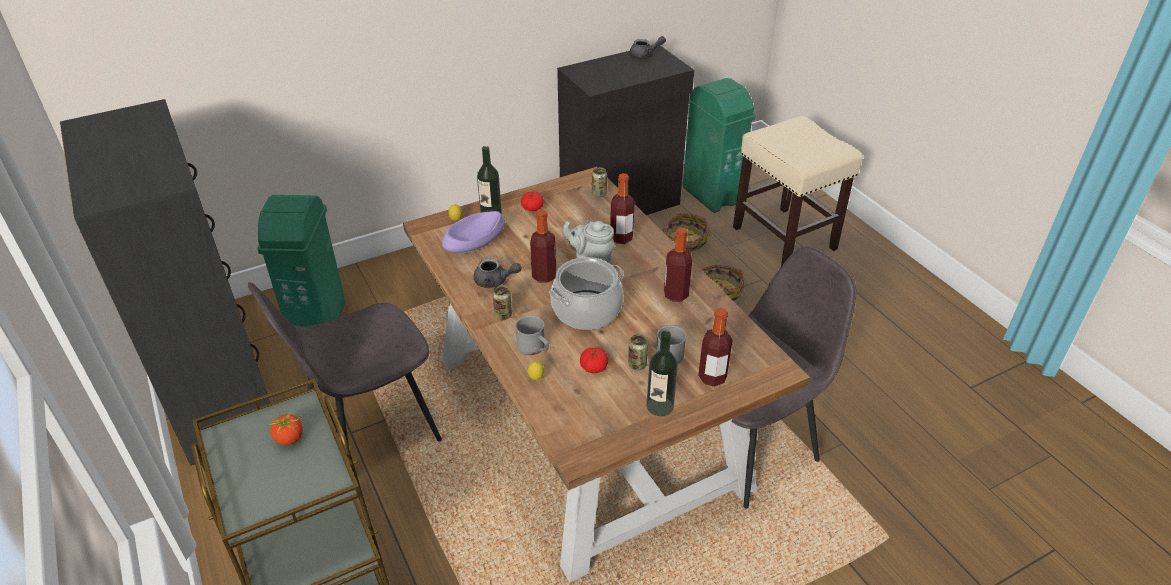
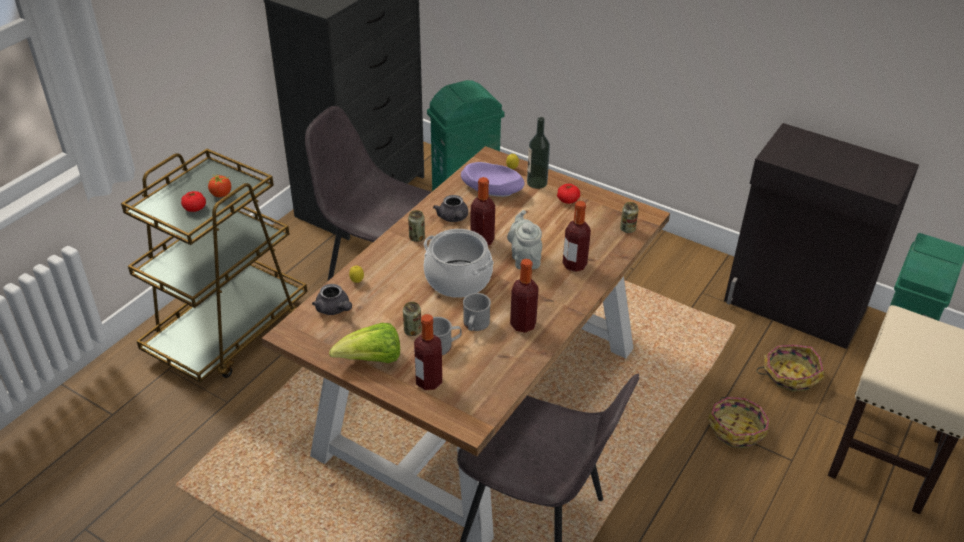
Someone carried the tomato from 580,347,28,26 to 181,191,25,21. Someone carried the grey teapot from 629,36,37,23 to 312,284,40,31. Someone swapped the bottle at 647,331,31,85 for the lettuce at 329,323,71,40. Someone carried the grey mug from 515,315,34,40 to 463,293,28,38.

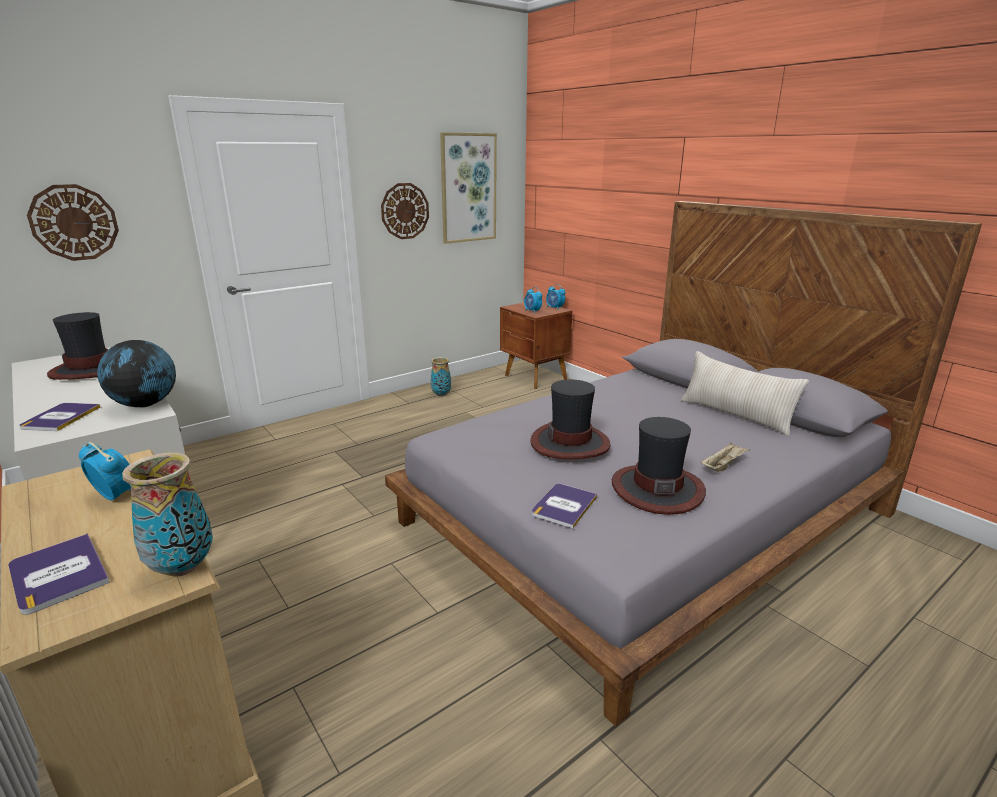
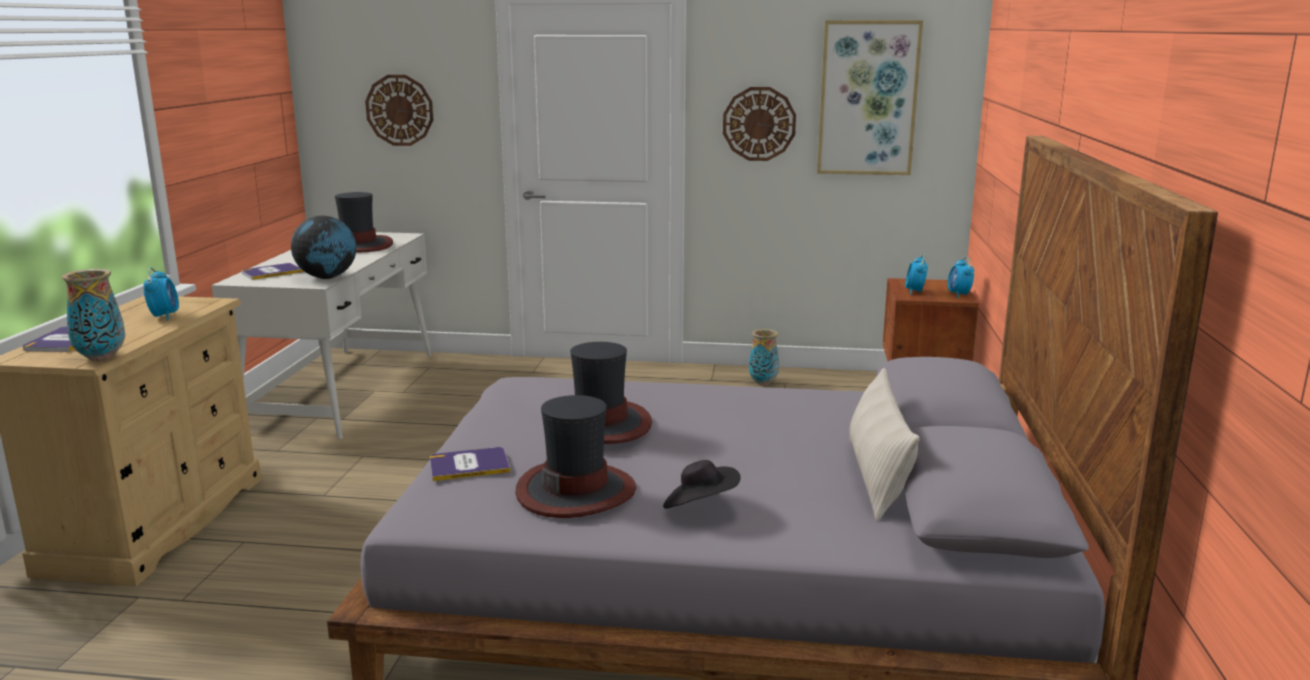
Someone swapped the beige tray at 700,442,50,30 for the black hat at 663,460,78,49.

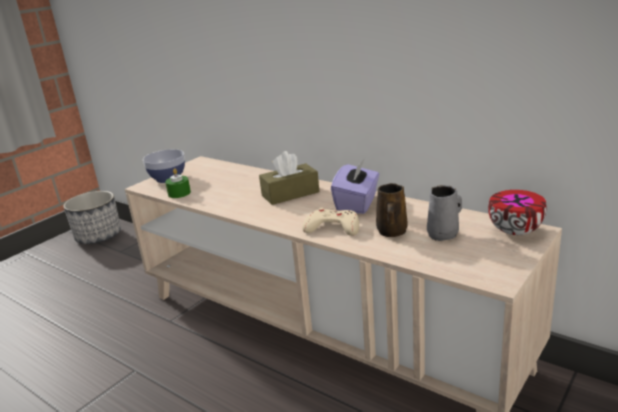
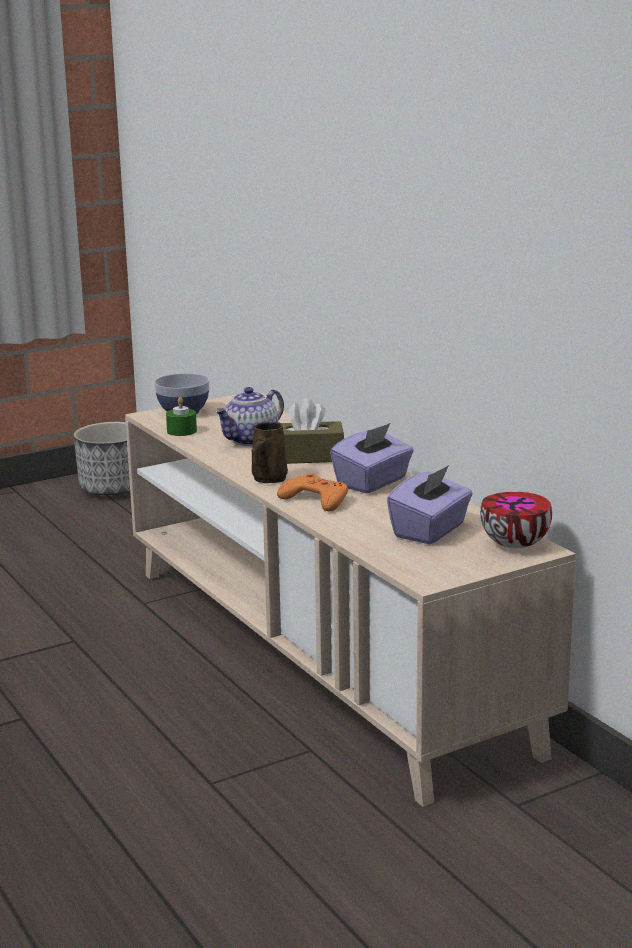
Someone put down the teapot at 214,387,70,59. Someone carried the brown mug from 376,183,32,54 to 252,422,36,61. Someone repainted the beige game controller at 302,208,57,28, which became the orange game controller at 277,473,71,38. Someone swapped the grey mug at 427,185,35,56 for the purple tissue box at 387,465,86,79.

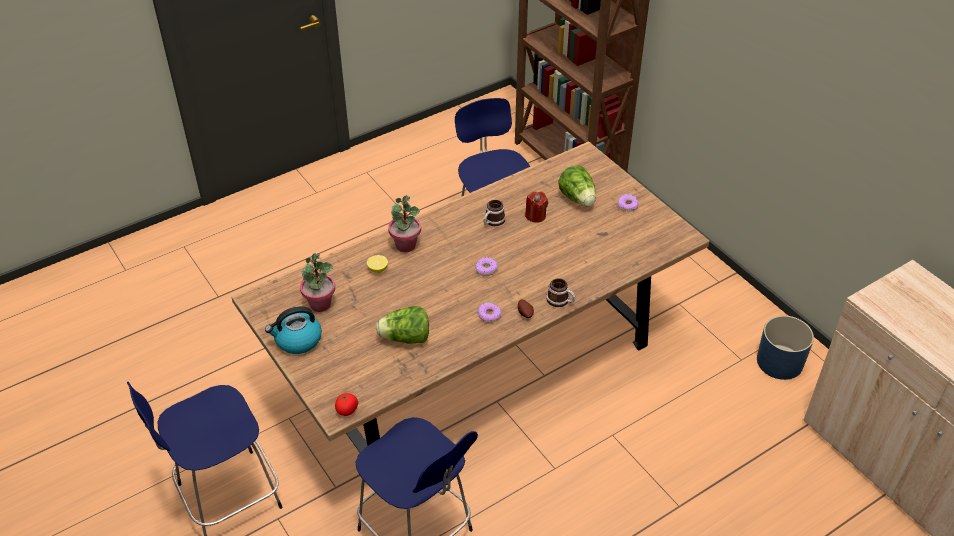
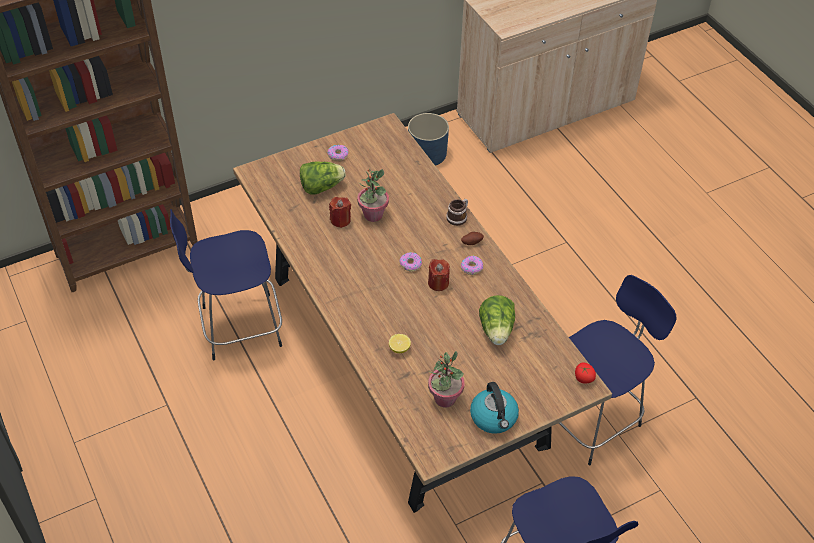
Someone carried the potted plant from 388,195,33,57 to 357,169,32,53. Someone put down the red candle at 428,259,22,32. Someone took away the mug at 484,200,22,26.

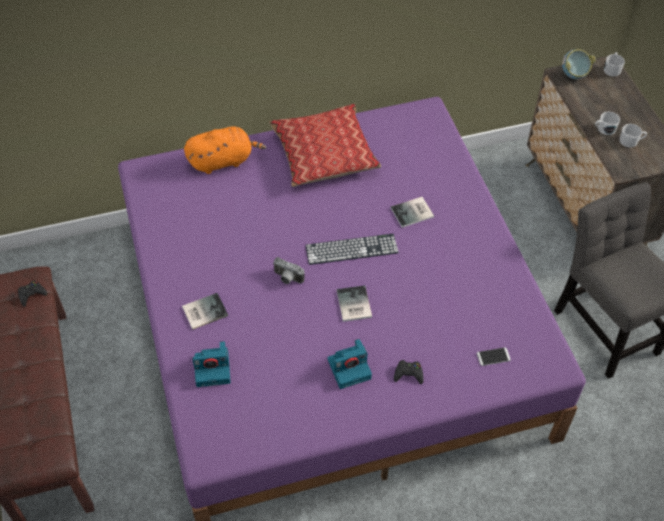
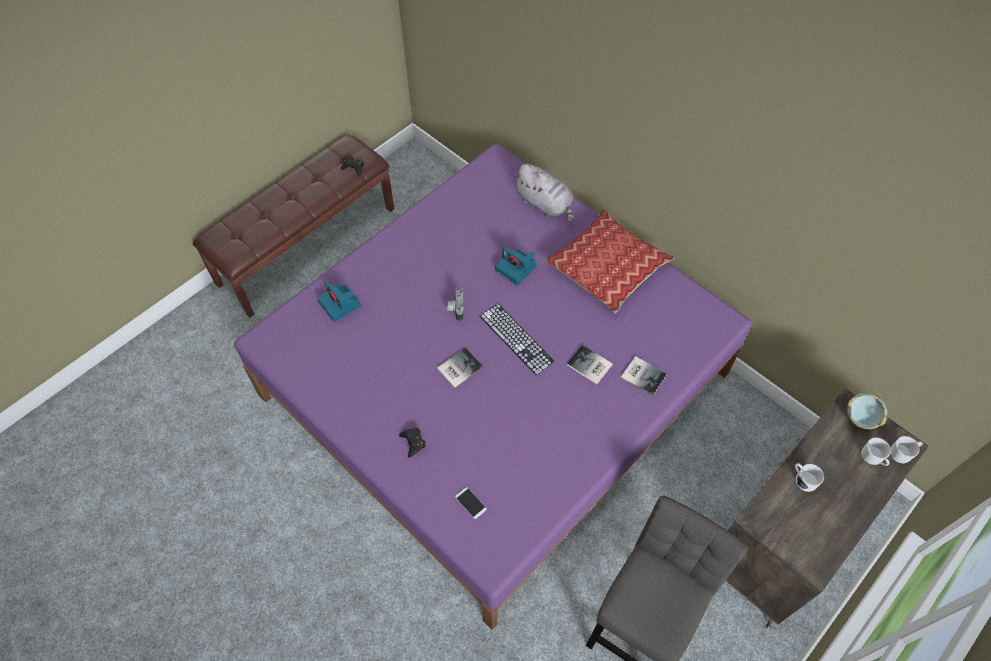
Someone carried the photo camera from 328,339,44,50 to 495,247,42,38. Someone repainted the orange plush toy at 184,126,83,48, which became the grey plush toy at 514,164,59,58. Someone carried the book from 182,293,46,37 to 621,356,46,40. Someone carried the white mug from 619,124,28,24 to 861,438,30,28.

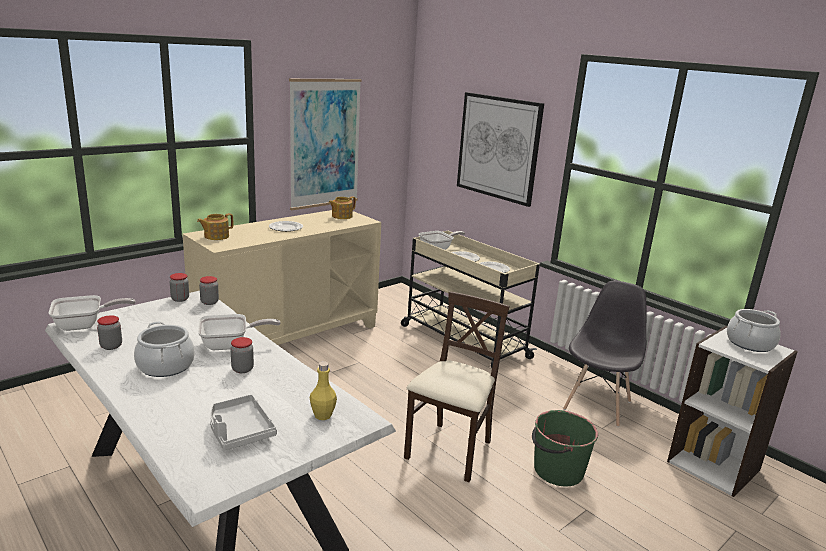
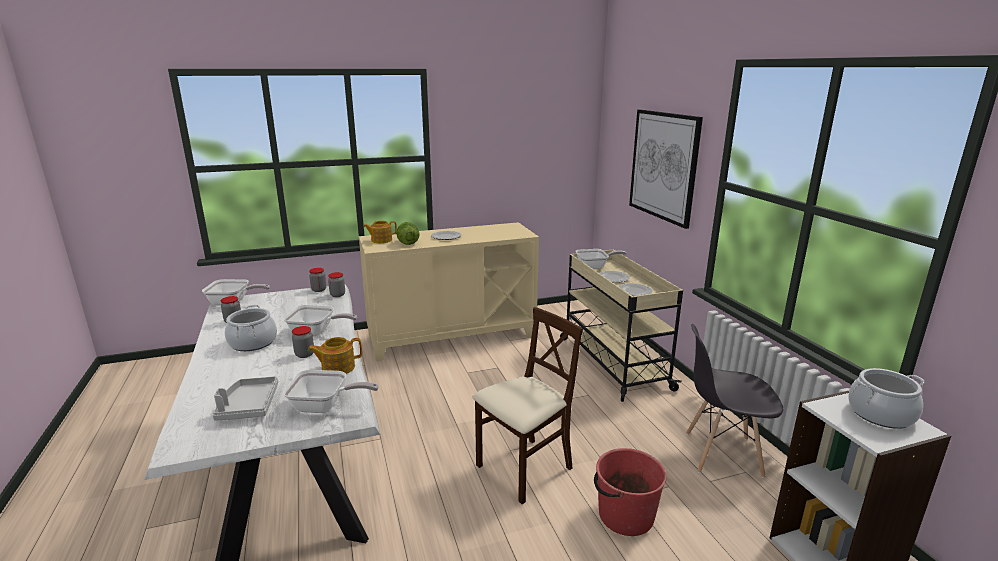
Someone swapped the yellow bottle at 310,361,27,59 for the frying pan at 283,370,96,43. Someone carried the teapot from 329,196,27,23 to 308,337,54,37. Someone put down the lettuce at 396,222,24,23. Someone repainted the green bucket at 532,410,66,77, which became the red bucket at 594,448,73,88. Someone rotated the grey chair at 563,281,84,146 by 135 degrees counterclockwise. Someone took away the picture at 289,79,73,131.

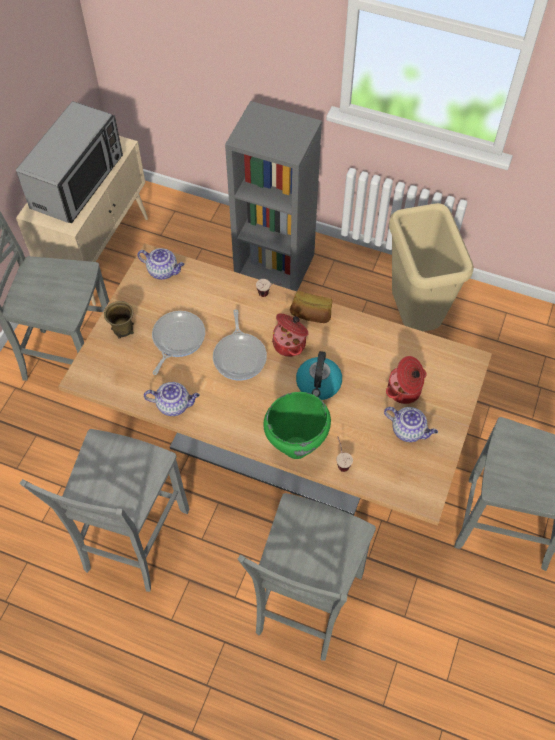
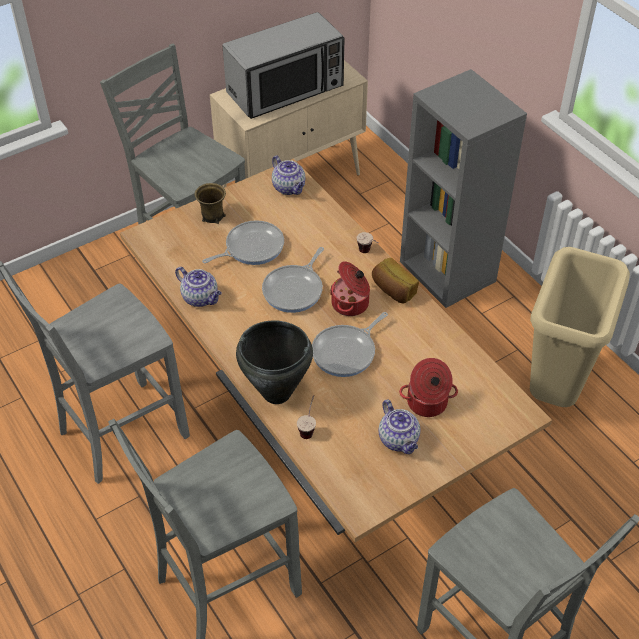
Someone repainted the green cooking pot at 263,392,68,67, which became the black cooking pot at 236,320,77,84. Someone swapped the kettle at 296,351,46,49 for the frying pan at 312,312,76,65.

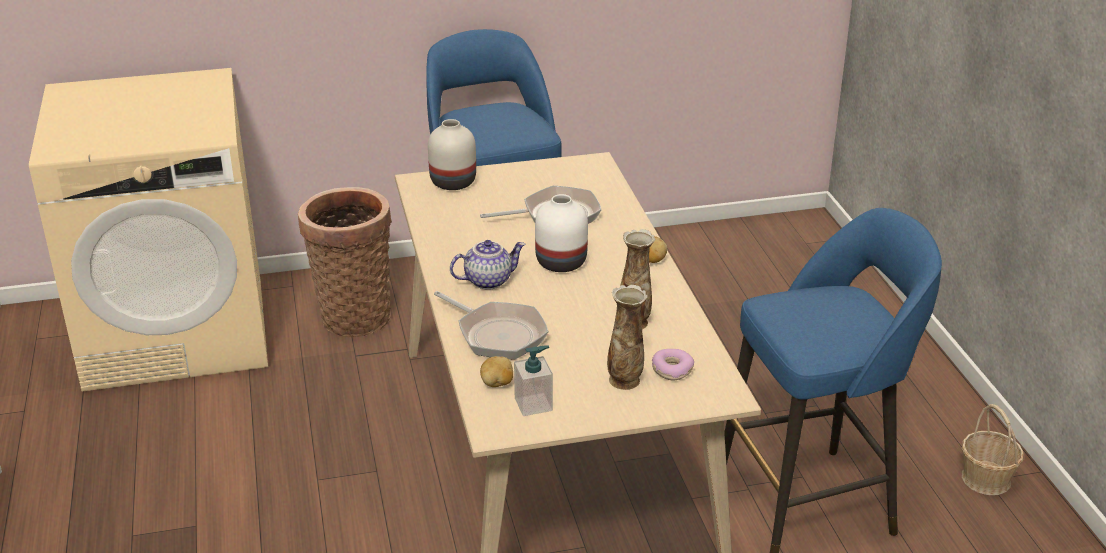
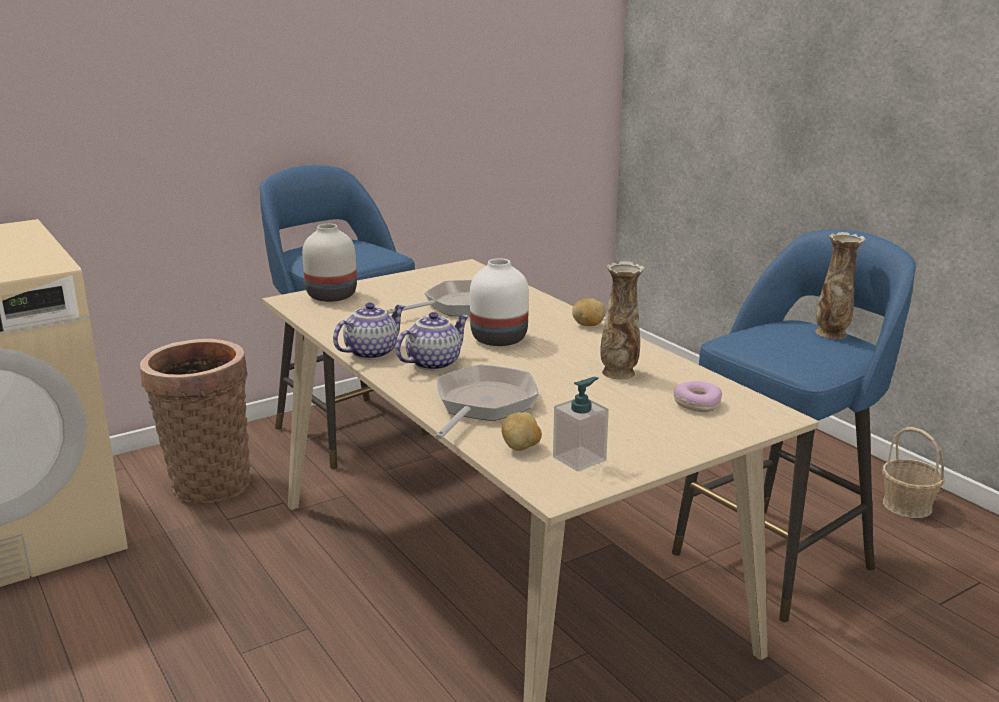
Someone put down the teapot at 333,303,72,56. Someone rotated the frying pan at 434,291,115,69 by 90 degrees counterclockwise. Someone carried the vase from 607,285,41,105 to 815,232,50,107.

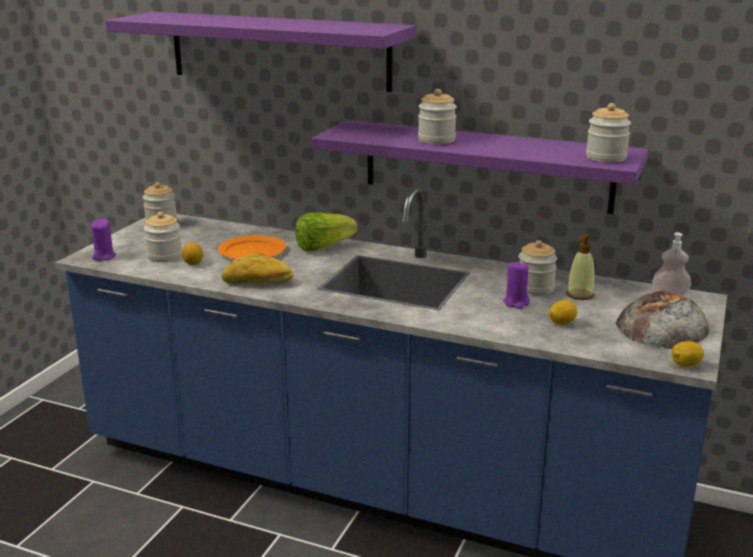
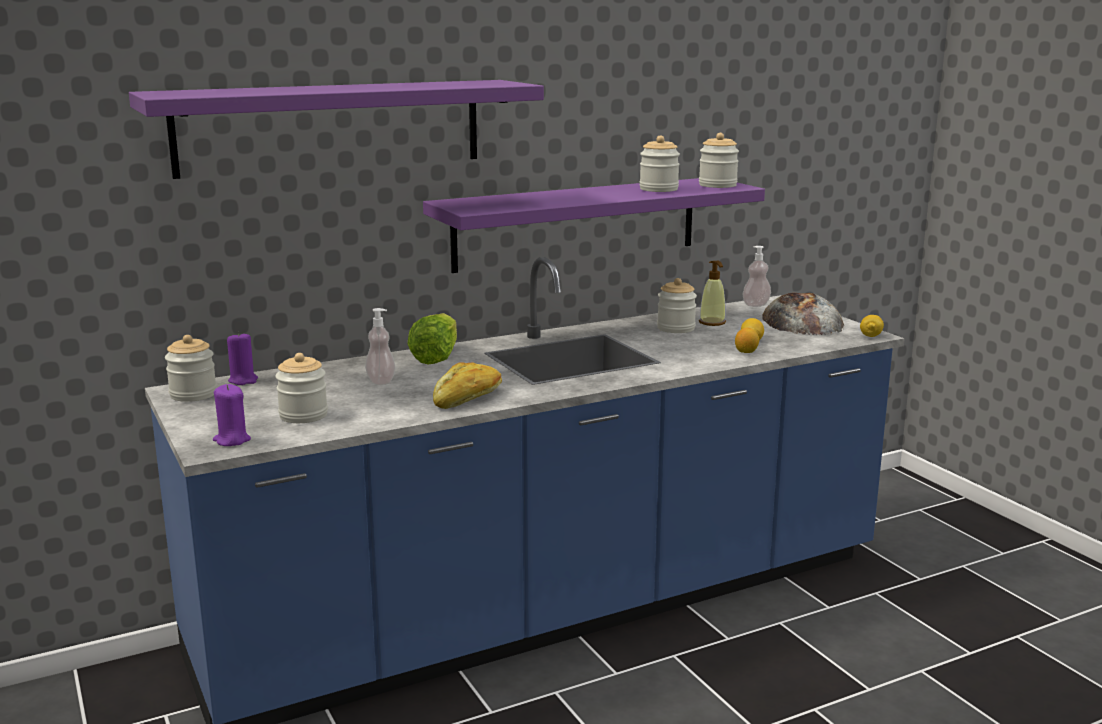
Someone carried the purple candle from 503,261,27,48 to 227,332,31,53. Someone swapped the orange plate at 218,235,68,24 for the soap dispenser at 365,308,30,77. Someone carried the jar from 418,89,39,55 to 639,135,41,57. Someone carried the lemon from 182,243,21,22 to 735,328,24,25.

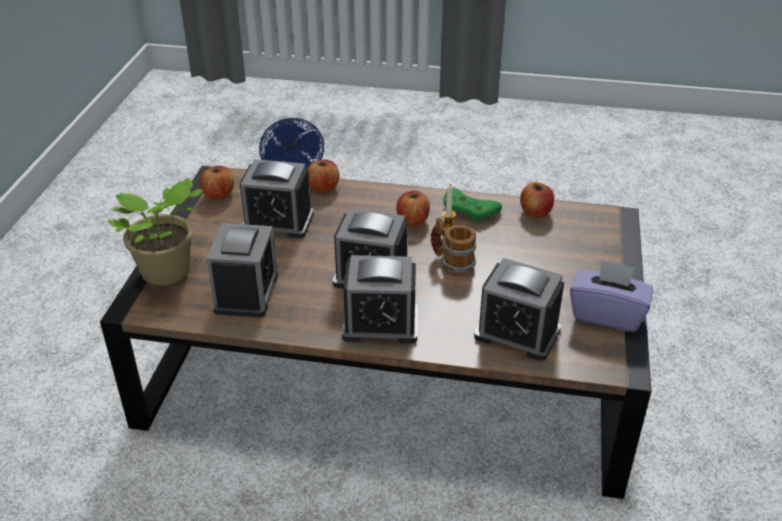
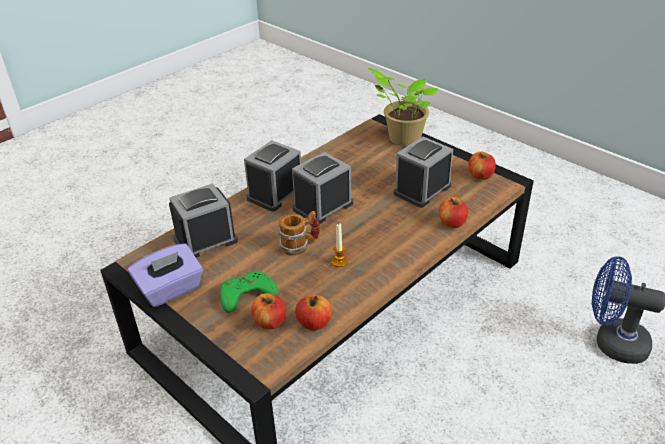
Someone carried the green game controller from 443,188,59,35 to 220,271,58,42. Someone carried the apple from 396,190,34,37 to 251,293,35,37. Someone took away the alarm clock at 206,223,72,95.

